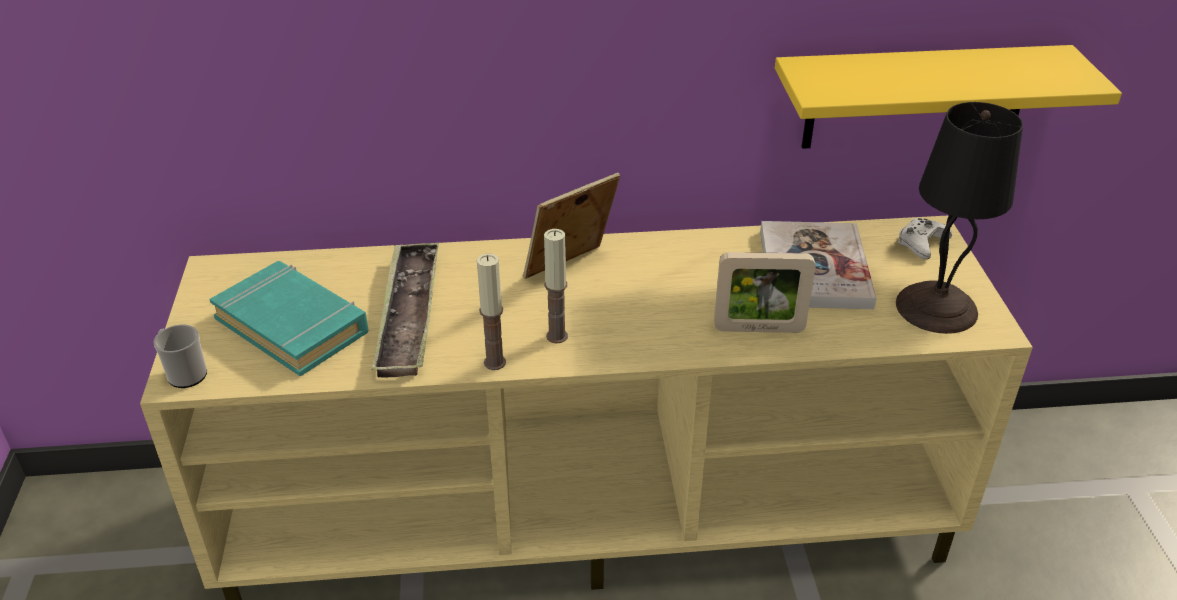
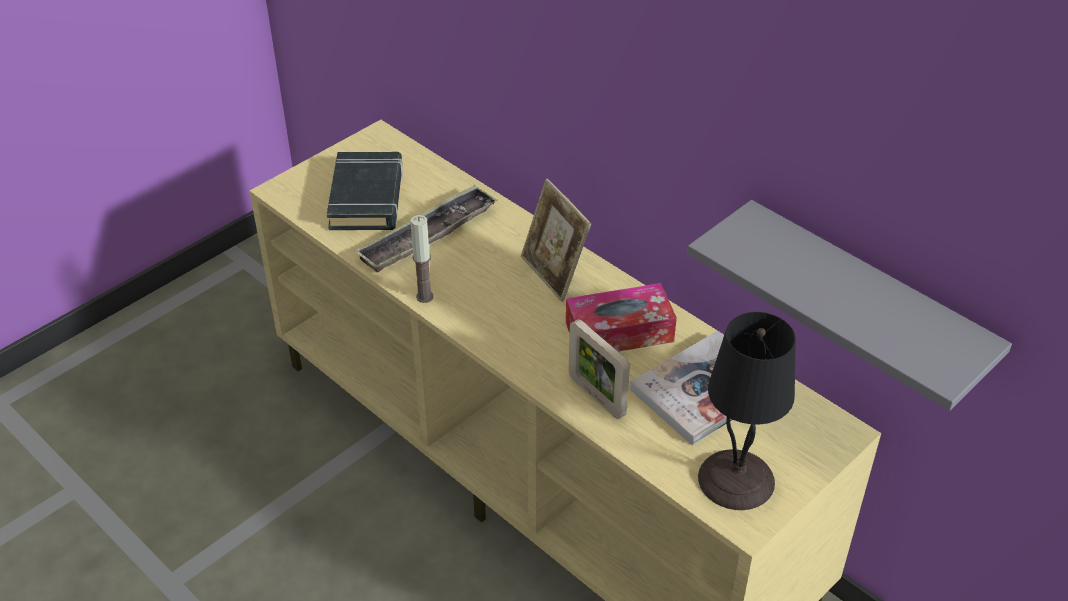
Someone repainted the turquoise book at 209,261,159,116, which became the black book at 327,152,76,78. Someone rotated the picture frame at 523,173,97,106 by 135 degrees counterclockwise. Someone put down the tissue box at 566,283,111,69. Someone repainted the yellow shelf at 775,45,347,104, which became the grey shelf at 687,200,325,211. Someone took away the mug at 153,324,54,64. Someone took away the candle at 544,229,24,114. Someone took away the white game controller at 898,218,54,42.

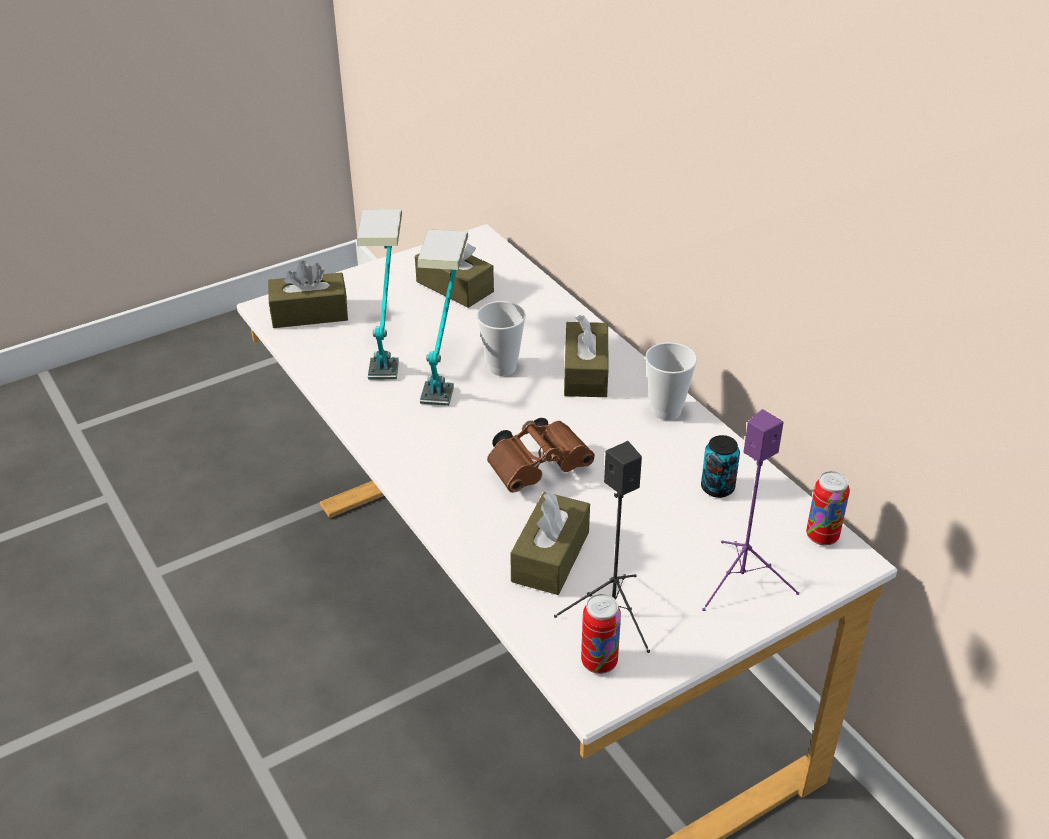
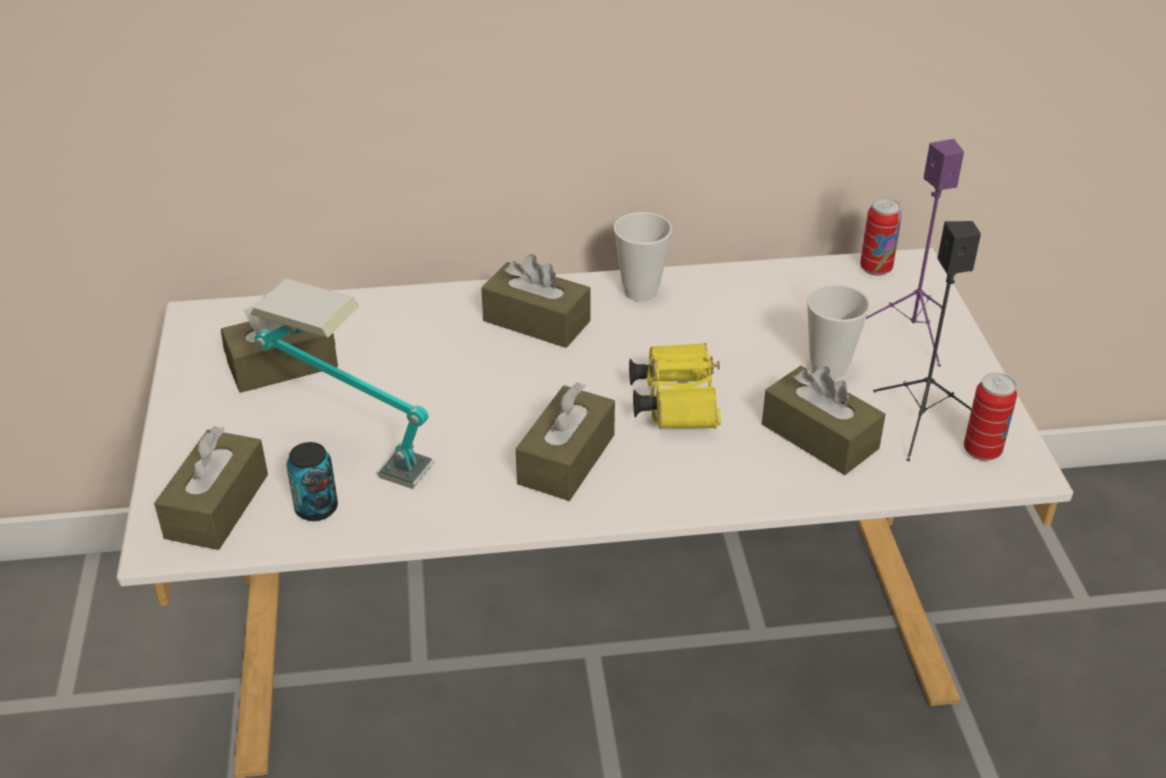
Someone carried the can from 701,435,39,63 to 286,442,52,79. Someone put down the brown tissue box at 516,382,99,119. Someone repainted the brown binoculars at 487,418,108,74, which became the yellow binoculars at 629,343,92,86. Someone carried the cup from 477,301,49,75 to 807,284,63,95. Someone took away the table lamp at 417,229,51,177.

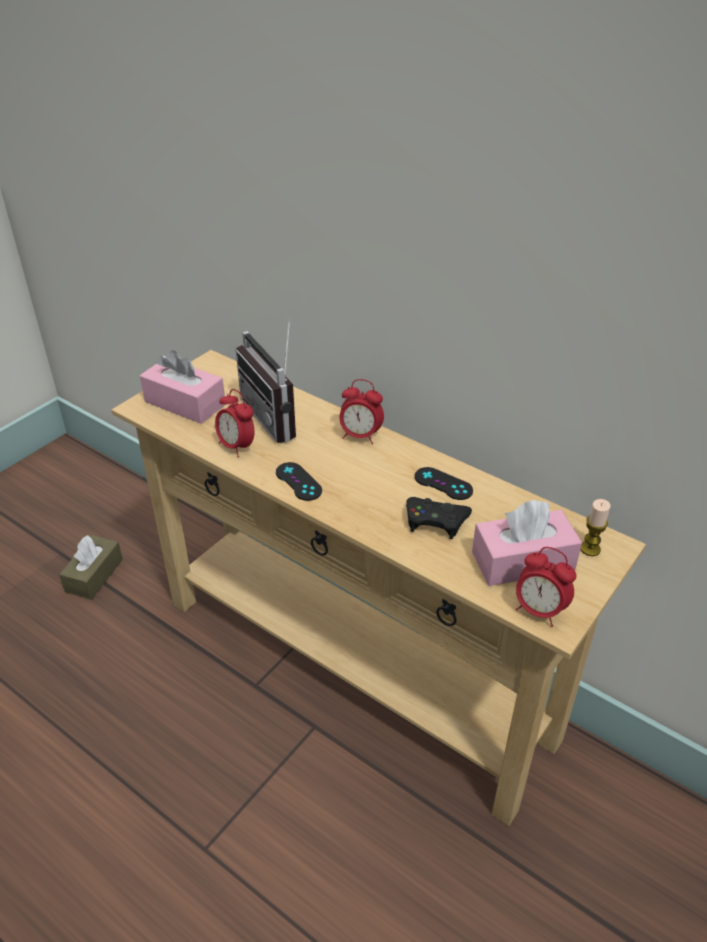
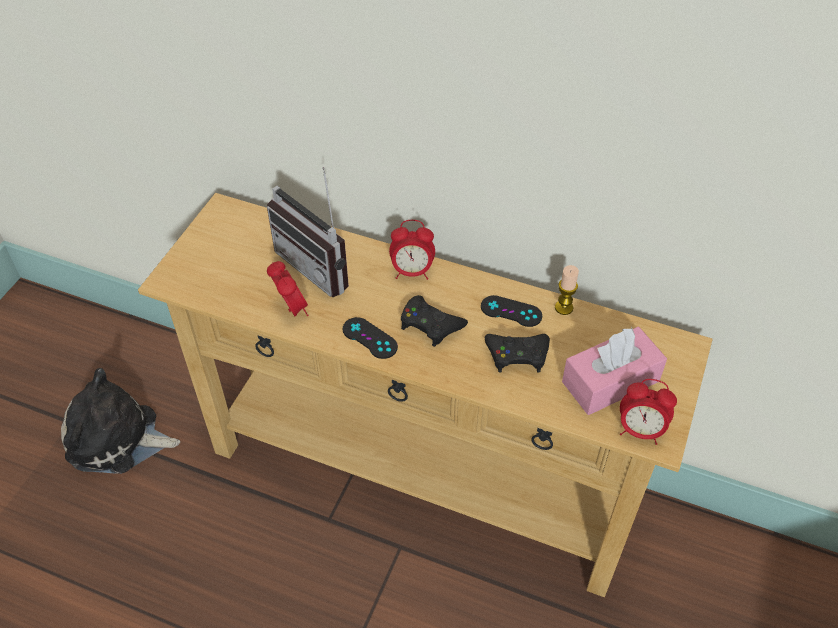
Someone swapped the brown tissue box at 59,535,64,65 for the plush toy at 61,368,119,106. Someone rotated the alarm clock at 215,389,39,68 by 150 degrees counterclockwise. Someone put down the black game controller at 401,295,67,52. Someone carried the candle from 580,499,31,57 to 555,265,24,50. Someone took away the pink tissue box at 140,350,86,74.

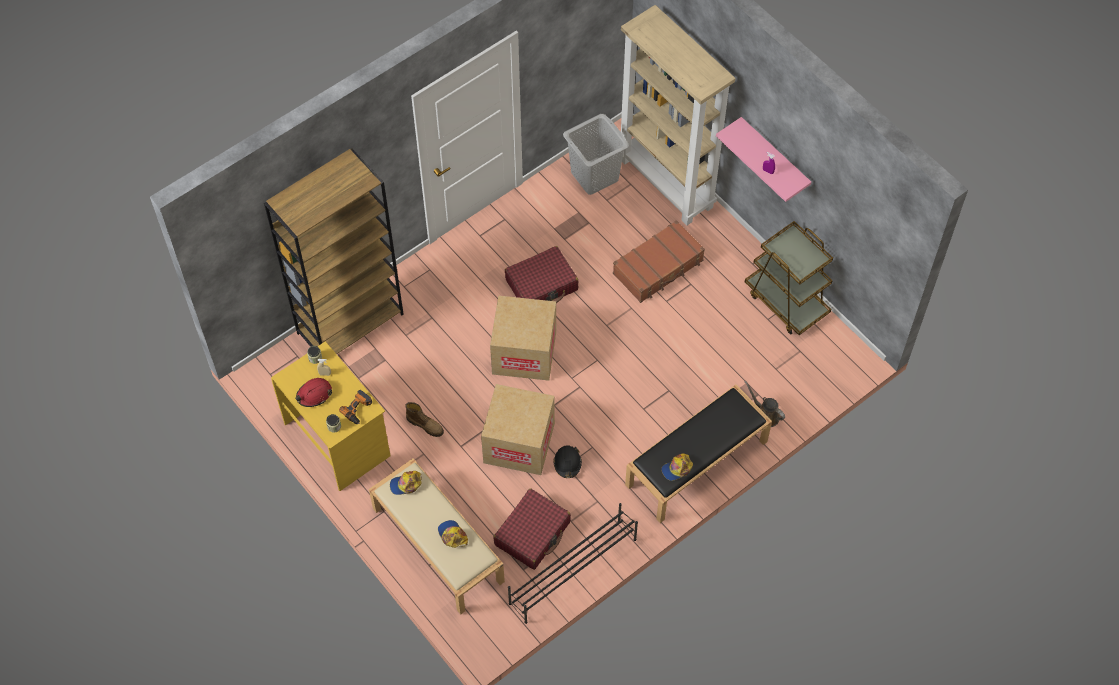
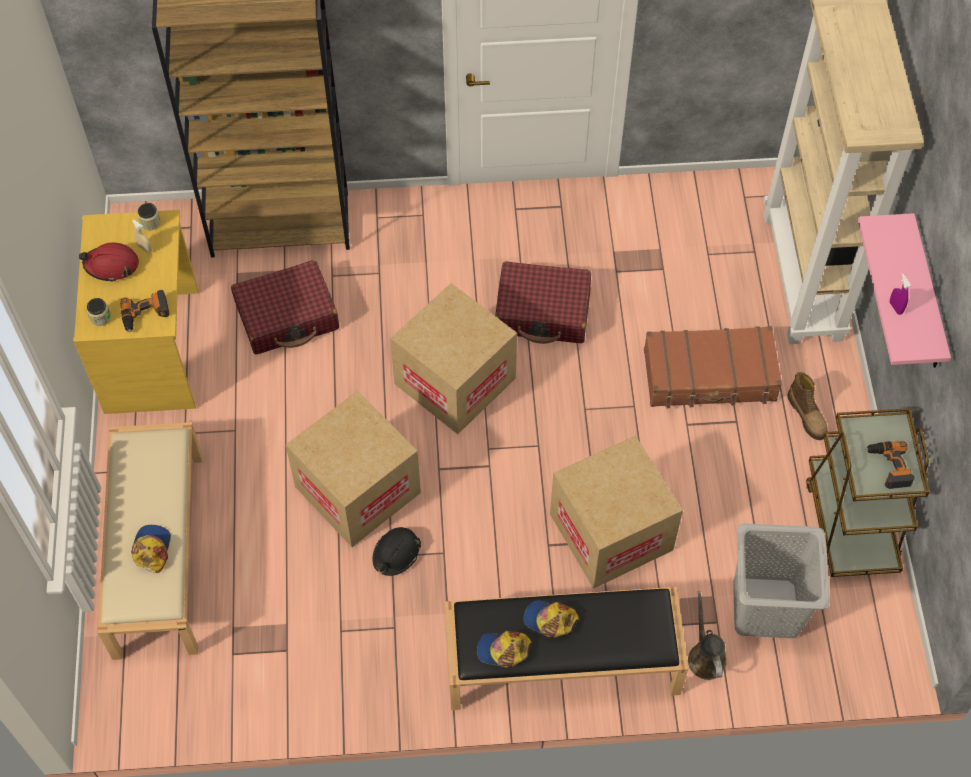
Someone carried the red suitcase from 493,488,78,82 to 231,260,108,95. Someone carried the cap from 390,471,32,24 to 523,600,56,38. Someone put down the cardboard box at 550,435,133,154. Someone carried the grey laundry basket from 563,114,66,81 to 733,523,97,115. Someone carried the boot from 405,402,39,35 to 787,372,40,68. Someone put down the power drill at 865,441,50,48. Someone took away the black shoe rack at 508,503,130,121.

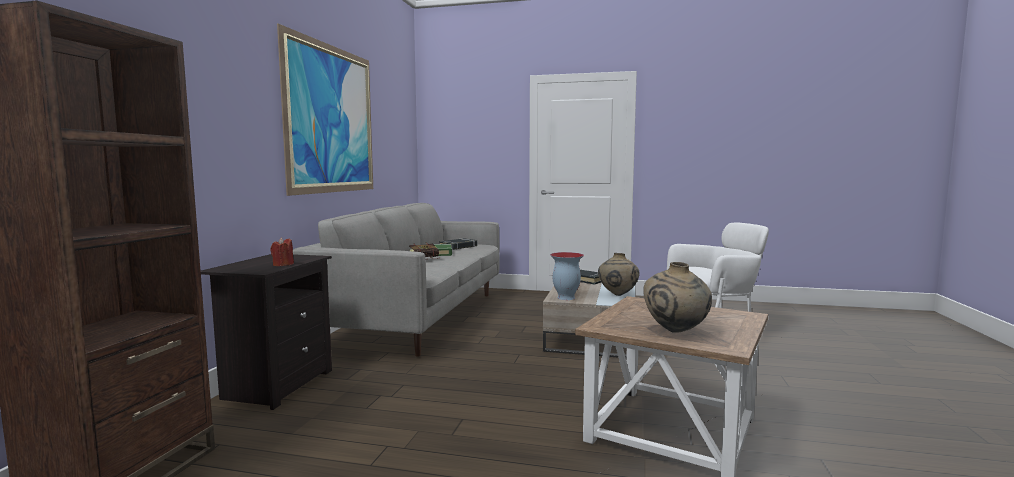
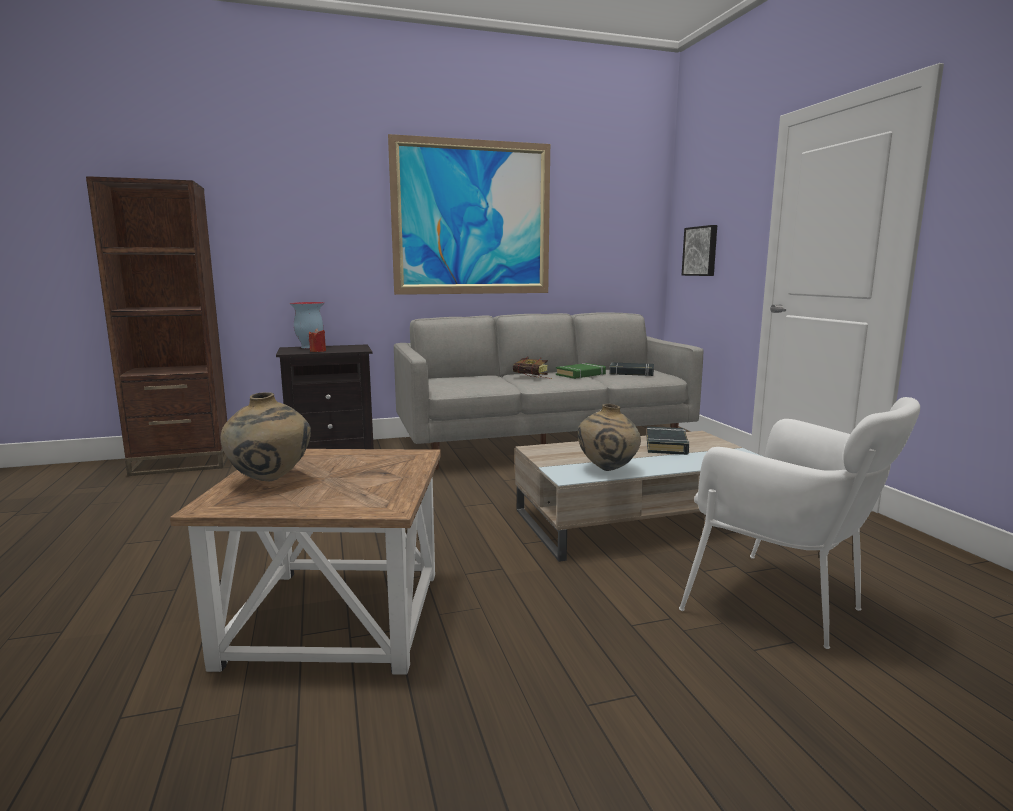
Someone carried the vase from 550,252,34,48 to 289,302,35,46. Someone put up the picture at 682,225,35,51.

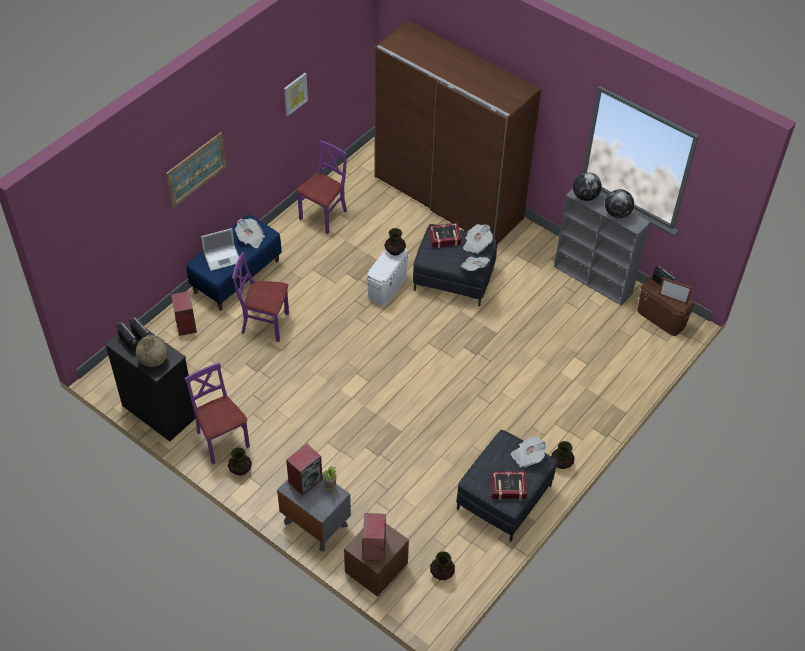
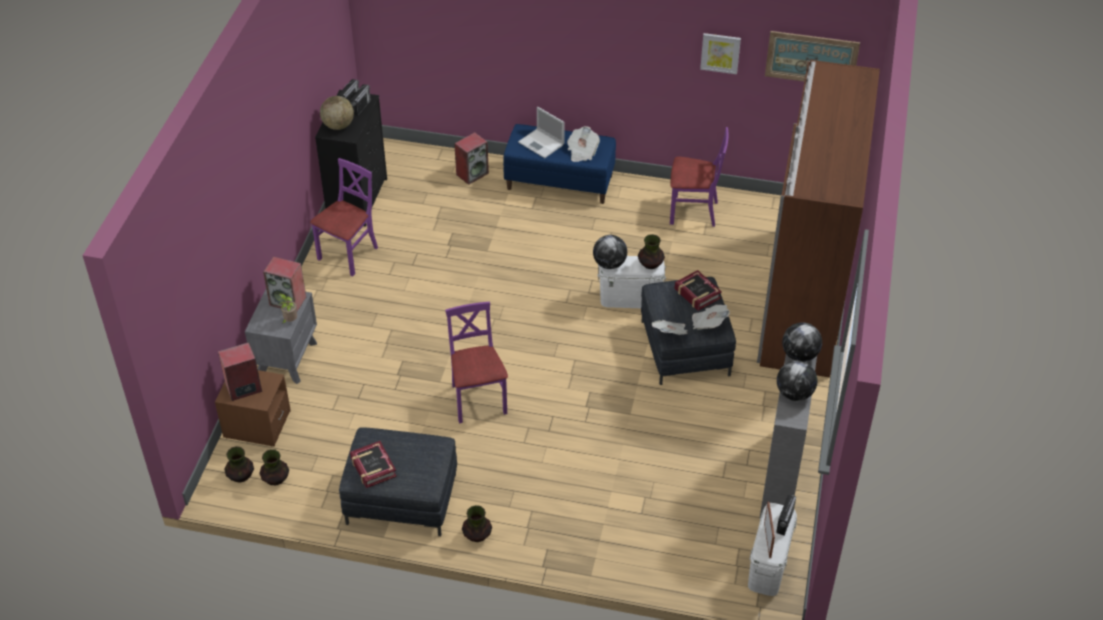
Someone carried the vase from 228,447,24,28 to 225,446,29,37. Someone carried the purple chair from 232,252,57,90 to 445,302,63,121. Someone put down the globe at 593,235,34,34. Someone repainted the brown storage box at 637,276,57,60, which became the white storage box at 748,503,49,93. Someone carried the picture from 166,132,60,76 to 765,31,95,50. Someone took away the newspaper at 511,436,36,32.

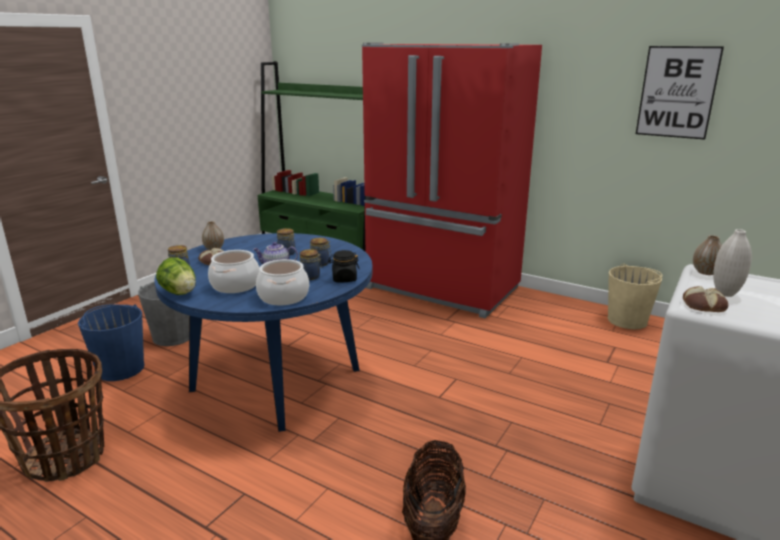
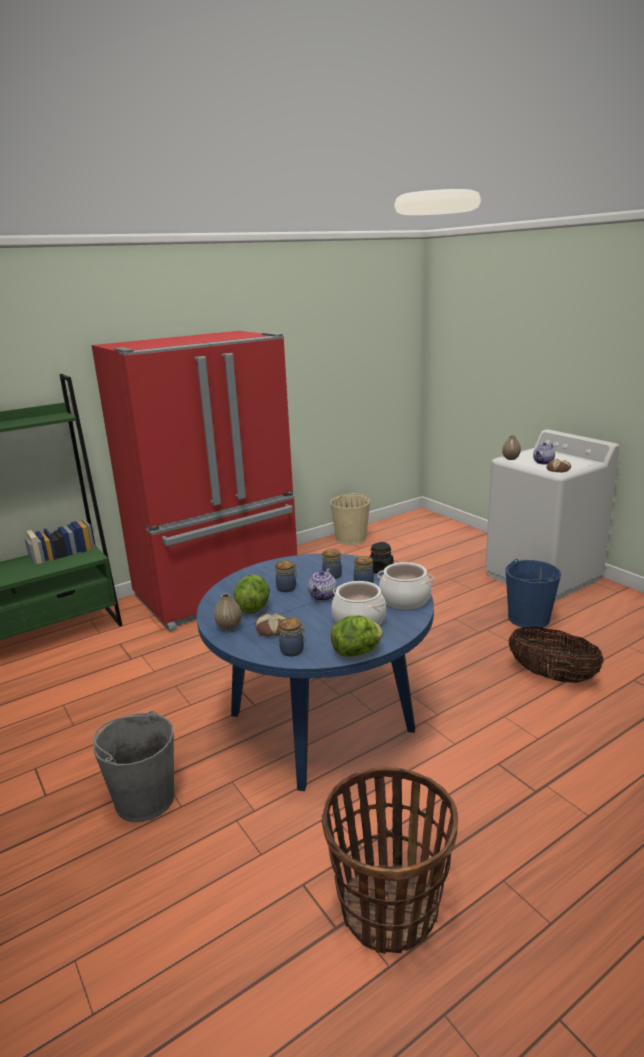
Someone put down the lettuce at 234,574,36,40. Someone carried the blue bucket from 78,304,67,77 to 506,559,55,70. Someone swapped the white vase at 713,229,39,68 for the teapot at 533,442,22,22. Someone took away the picture at 636,46,88,94.

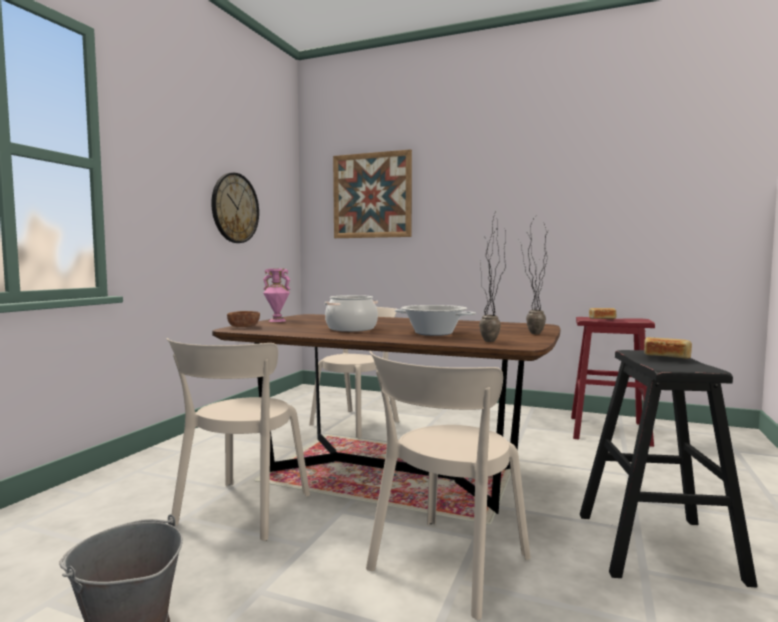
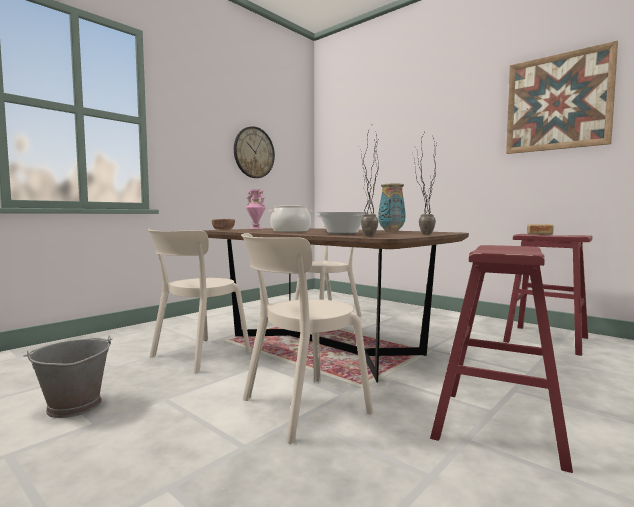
Someone put down the vase at 378,184,28,48. Someone repainted the black stool at 580,350,178,238, which became the red stool at 430,245,143,228. Someone carried the picture from 333,149,79,89 to 506,41,112,113. Someone took away the bread at 644,337,48,22.

